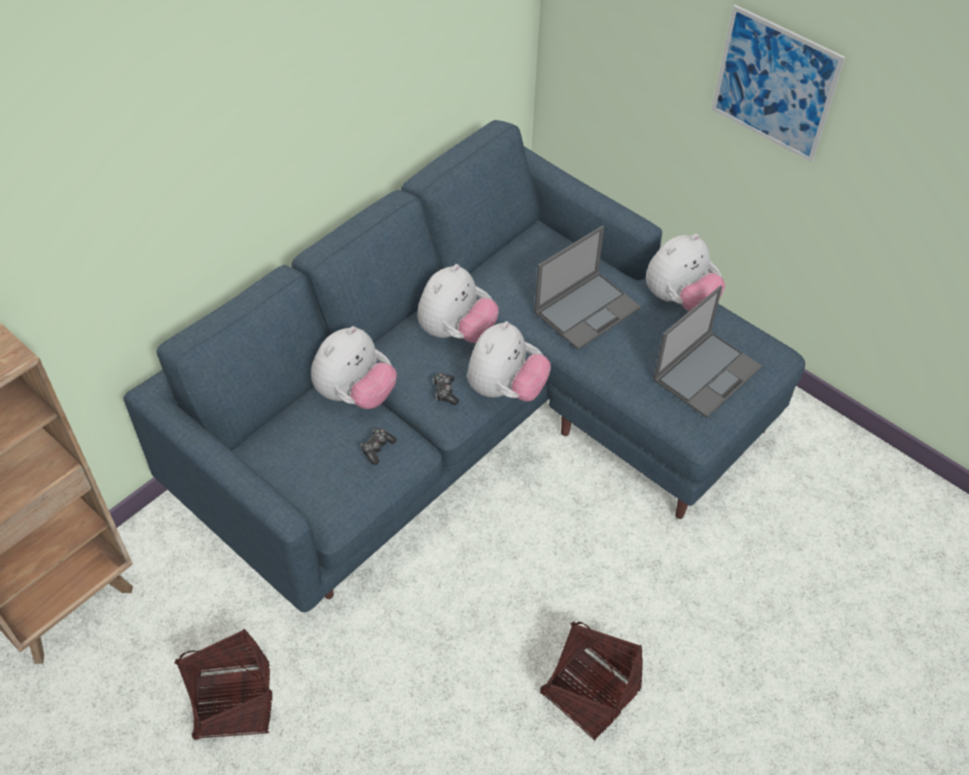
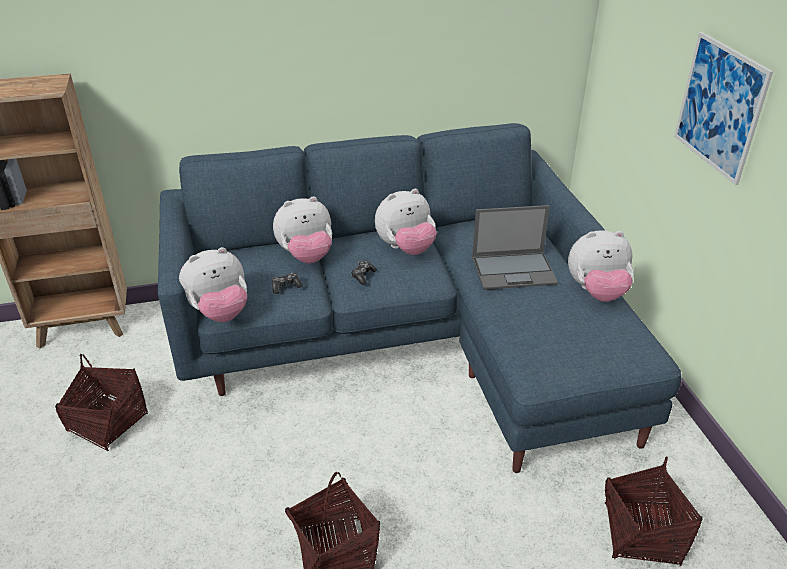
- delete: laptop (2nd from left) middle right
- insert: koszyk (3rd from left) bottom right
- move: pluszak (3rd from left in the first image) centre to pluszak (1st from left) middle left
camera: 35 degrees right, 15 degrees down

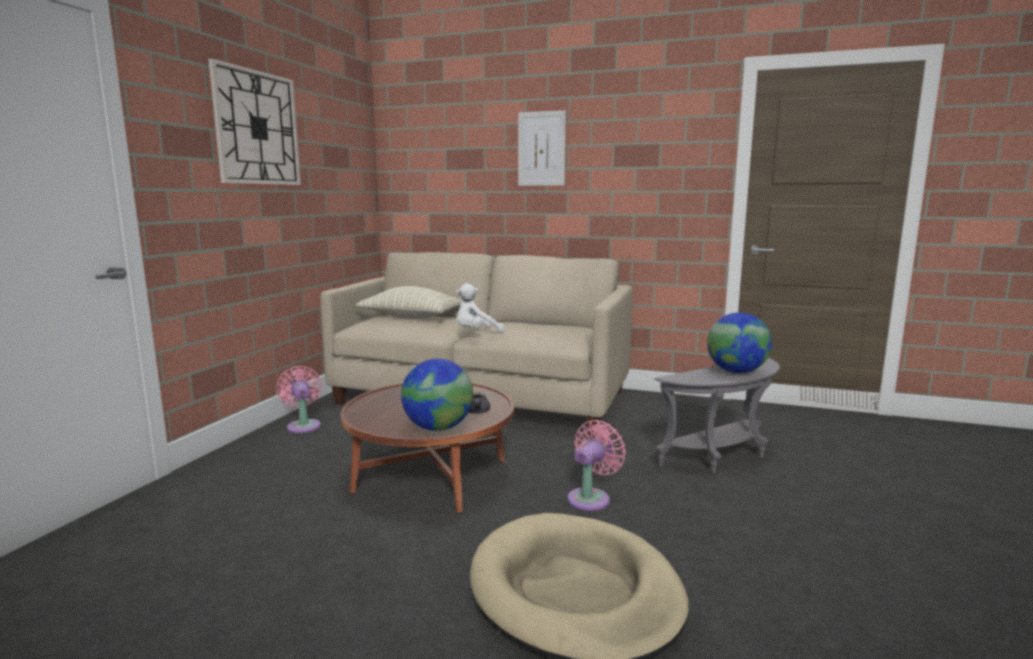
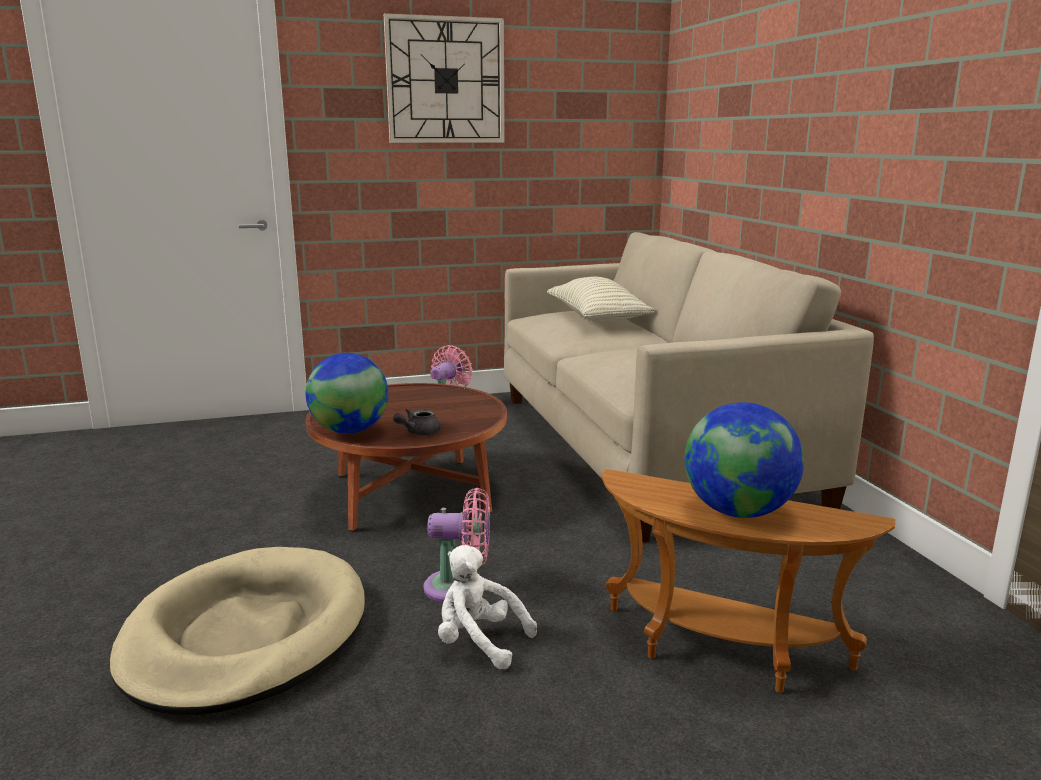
- delete: obraz top centre
- move: pluszak (biały) centre to bottom centre
- recolor: stolik (szary) middle right to stolik (brązowy) bottom right
camera: 55 degrees right, 5 degrees up

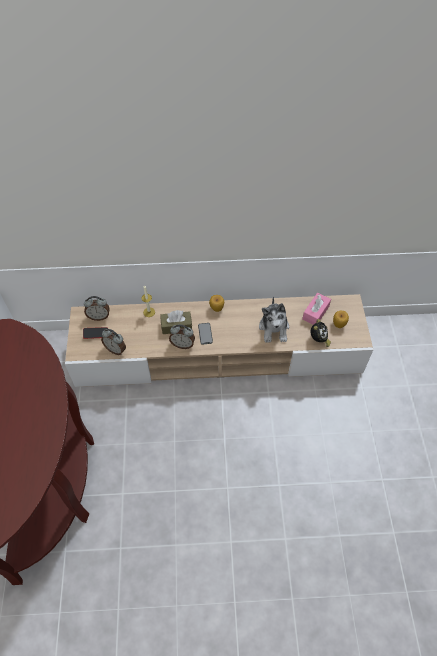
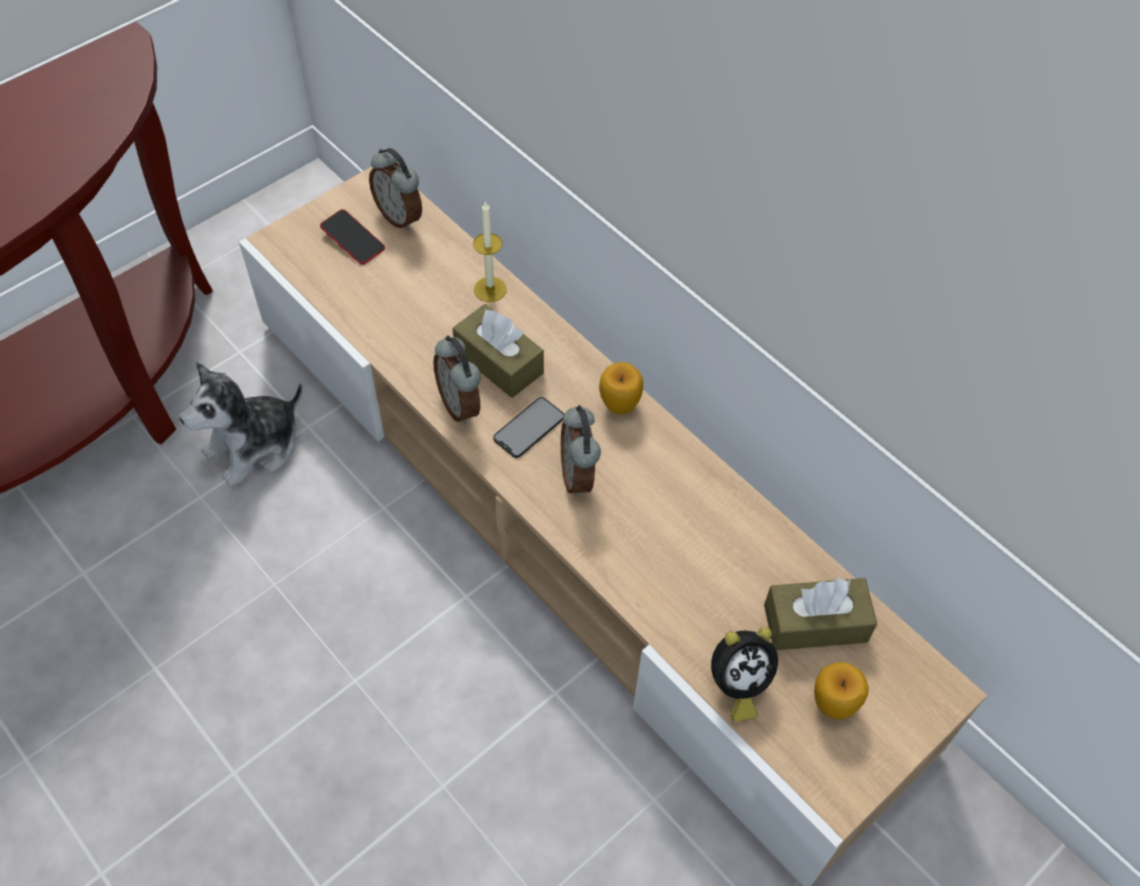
- move: budzik (2nd from left in the first image) middle left to budzik (3rd from left) centre
- move: pluszak centre to middle left
- recolor: pudełko chusteczek (różowy) middle right to pudełko chusteczek (brązowy) (2nd from left) bottom right
camera: 50 degrees right, 0 degrees up

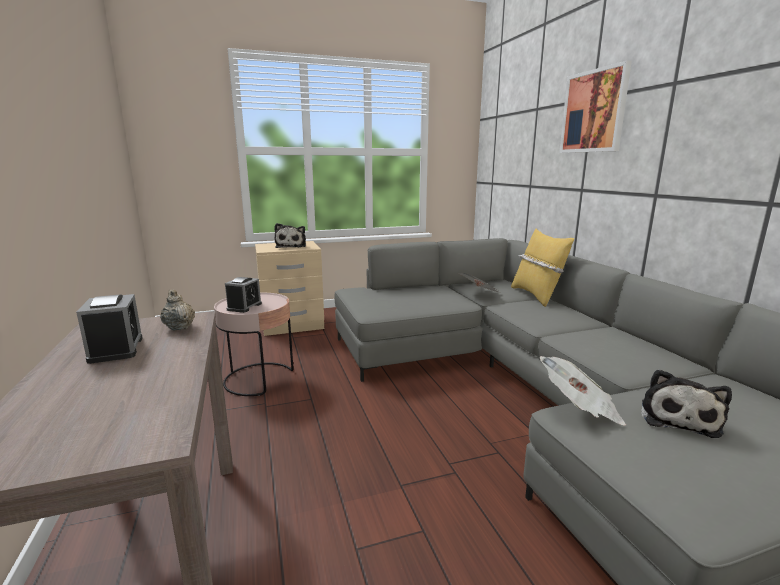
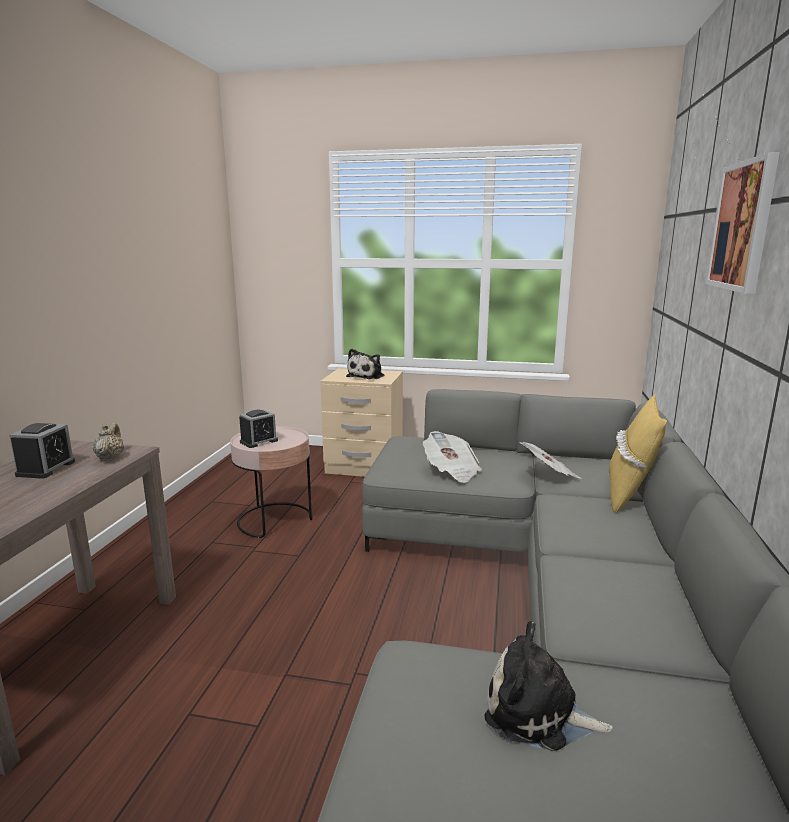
- move: gazeta (2nd from left in the first image) bottom right to gazeta (1st from left) centre
- rotate: pluszak (2nd from left) bottom right = bottom right 60 degrees clockwise
camera: 30 degrees right, 0 degrees up

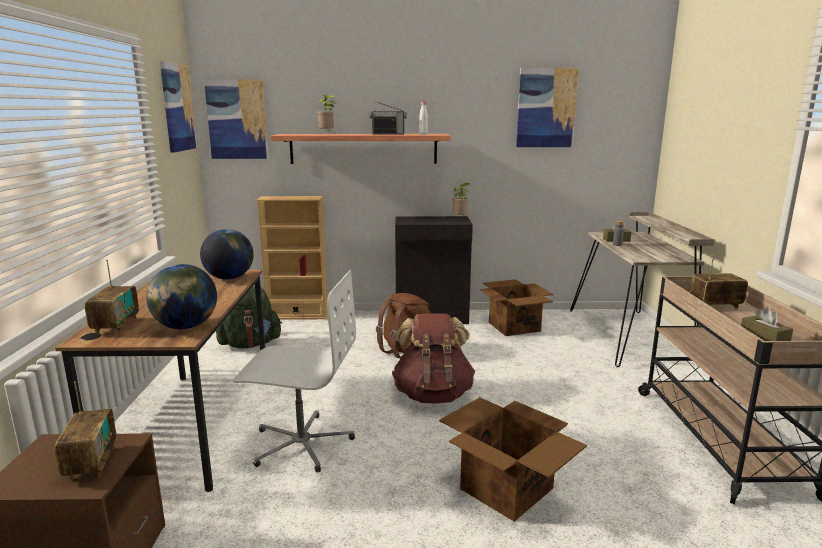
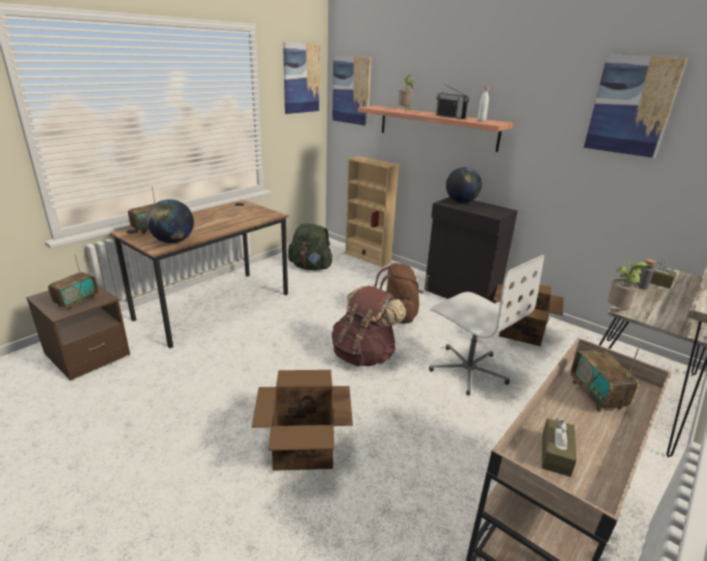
- move: globus (2nd from left) middle left to top centre
- move: krzesło biurowe (biały) bottom centre to middle right
- move: roślina doniczkowa (2nd from left) centre to middle right
- rotate: radio (4th from left) middle right = bottom right 135 degrees counterclockwise
camera: 40 degrees right, 10 degrees up

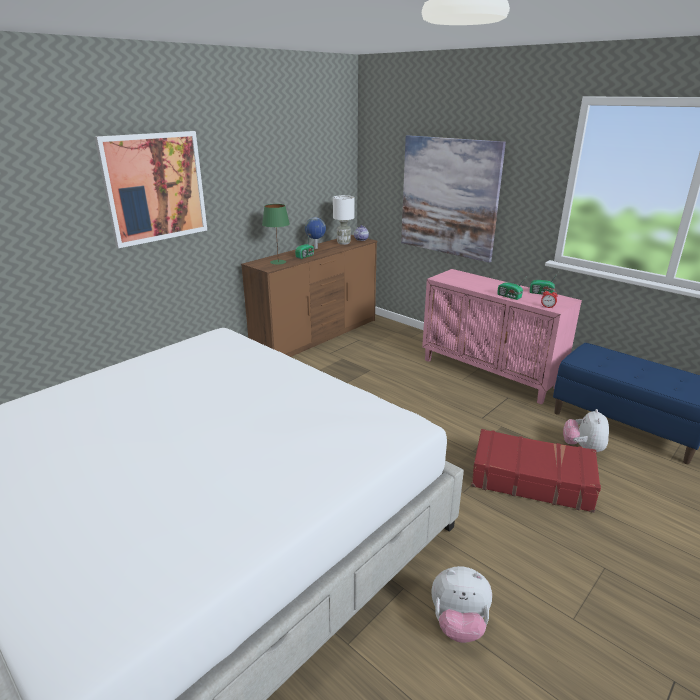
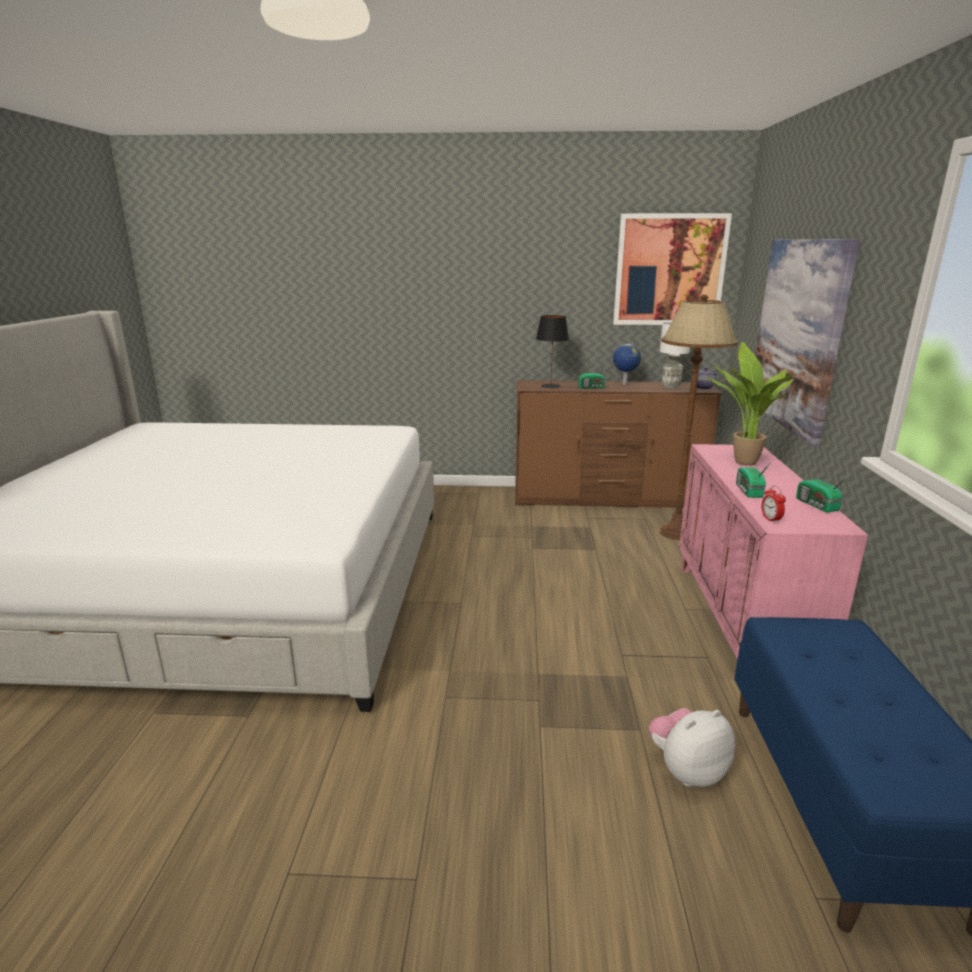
- delete: pluszak (1st from left) bottom centre
- delete: walizka (czerwony) bottom right
- insert: lampa stojąca (brązowy) middle right
- insert: roślina doniczkowa middle right
- move: obraz (1st from left) top left to top right
- recolor: lampa stołowa (zielony) centre to lampa stołowa (czarny) centre
camera: 50 degrees right, 5 degrees down

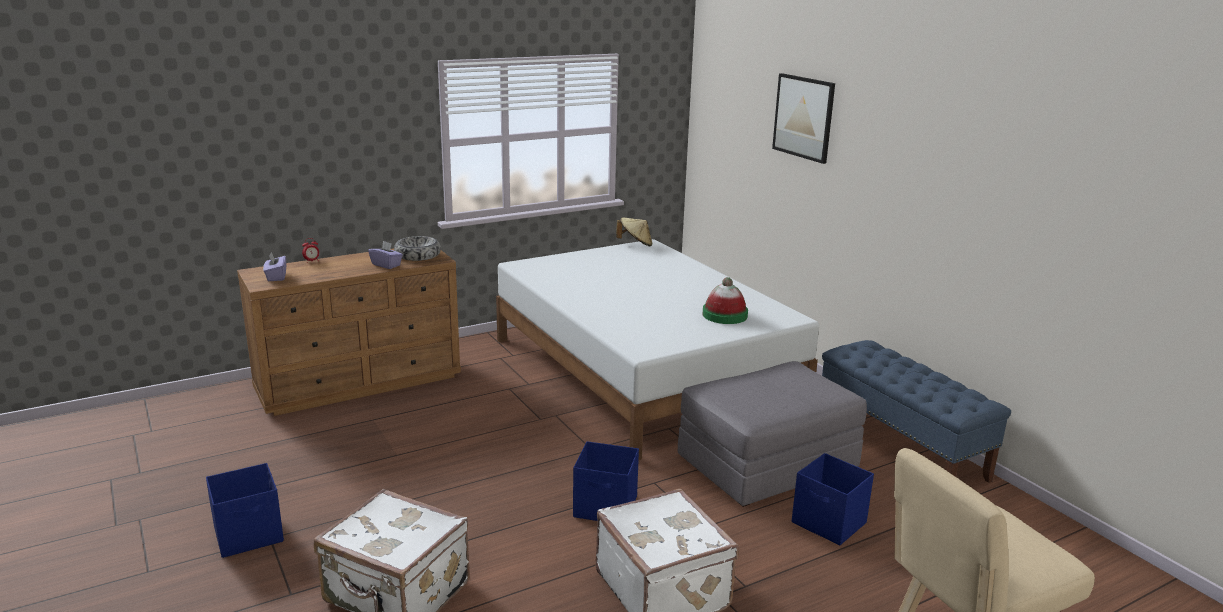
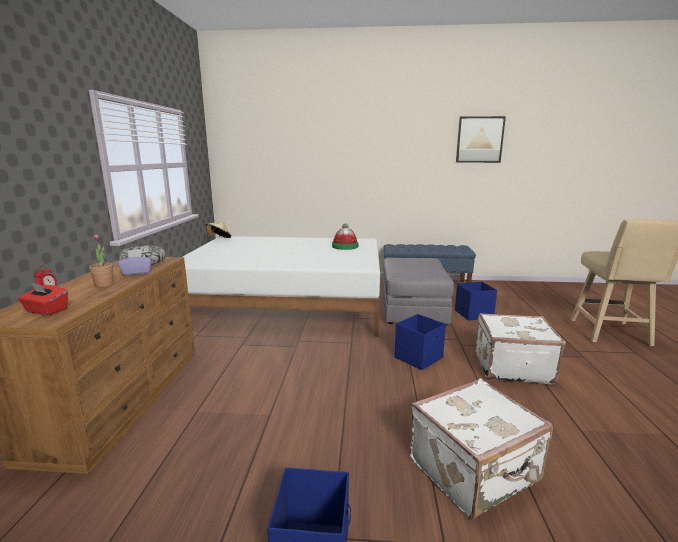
- insert: roślina doniczkowa middle left
- move: obraz top centre to top right
- recolor: pudełko chusteczek (fioletowy) (1st from left) middle left to pudełko chusteczek (czerwony) middle left
camera: 55 degrees left, 5 degrees down

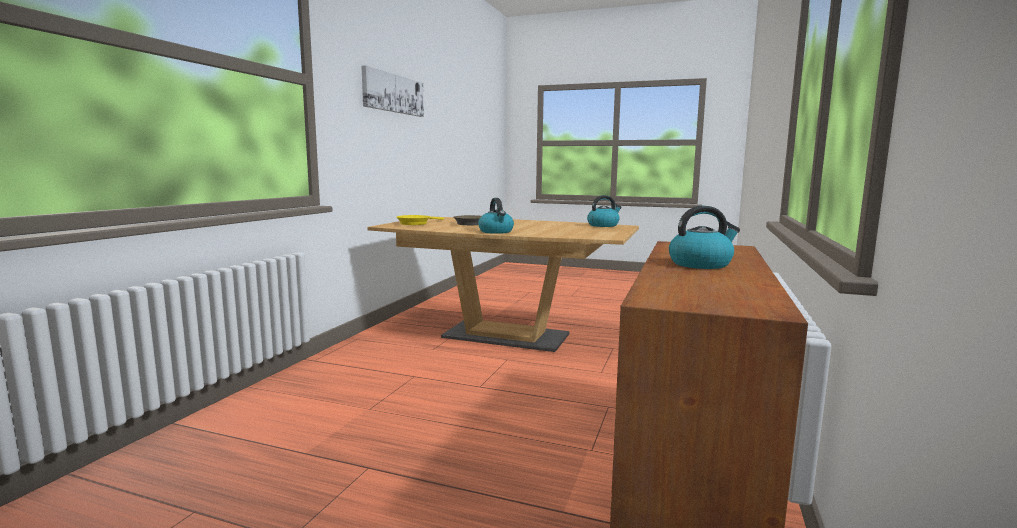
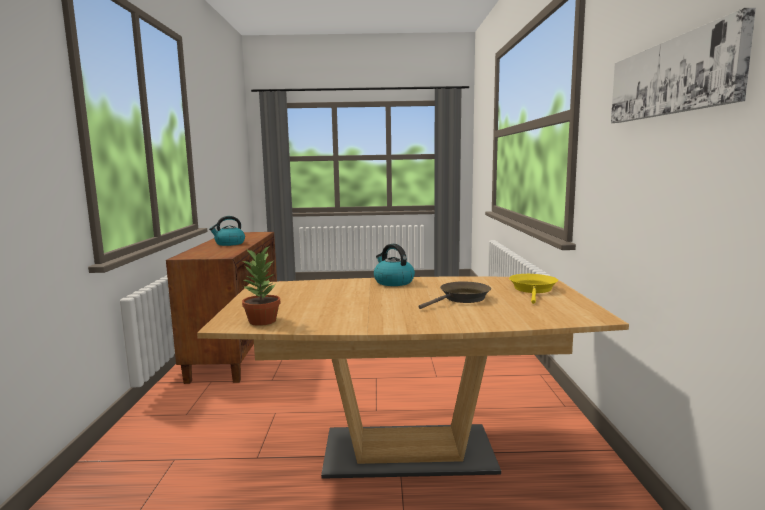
- replace: czajnik (2nd from left) centre to roślina doniczkowa centre
camera: 160 degrees right, 0 degrees up

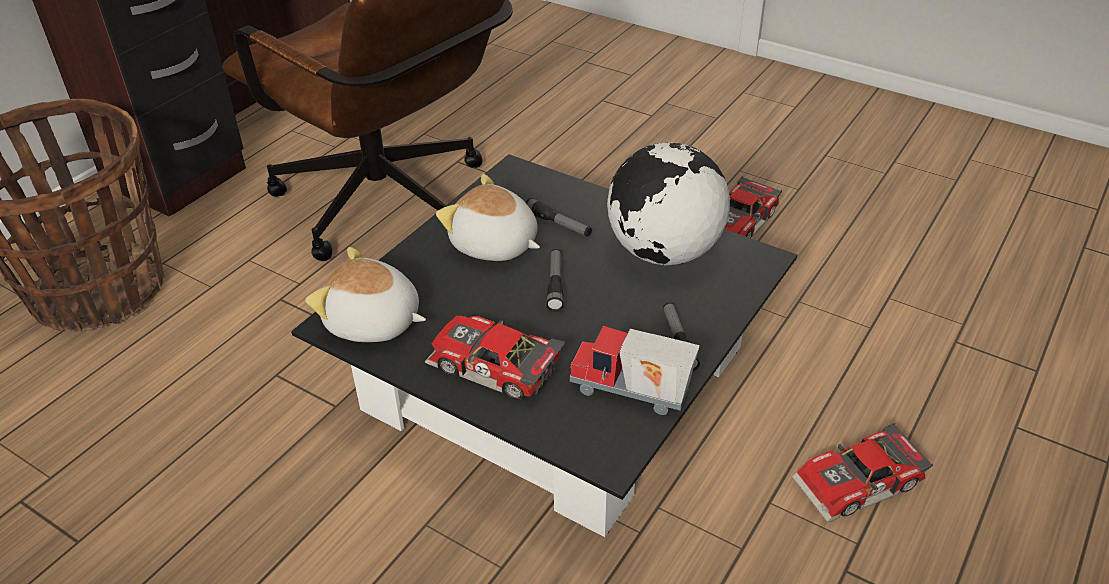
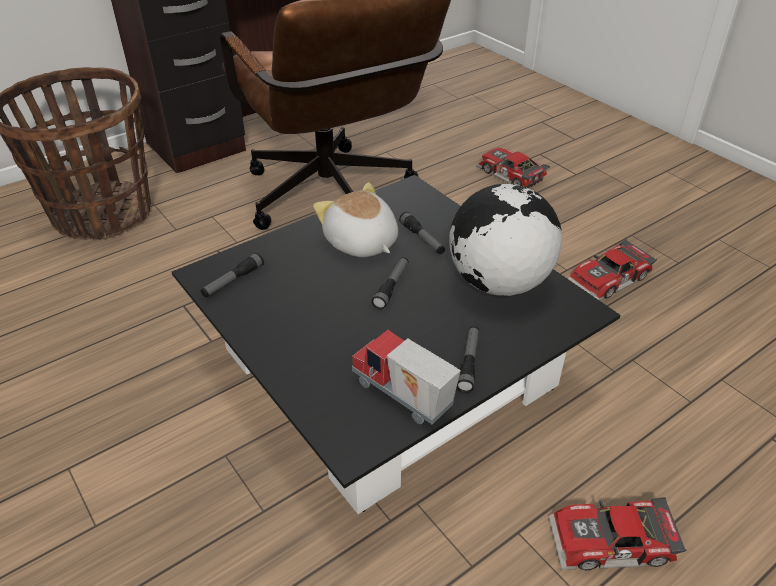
- move: samochodzik (1st from left) centre to top centre
- replace: pluszak (1st from left) middle left to latarka (1st from left) middle left
camera: 20 degrees right, 0 degrees up

